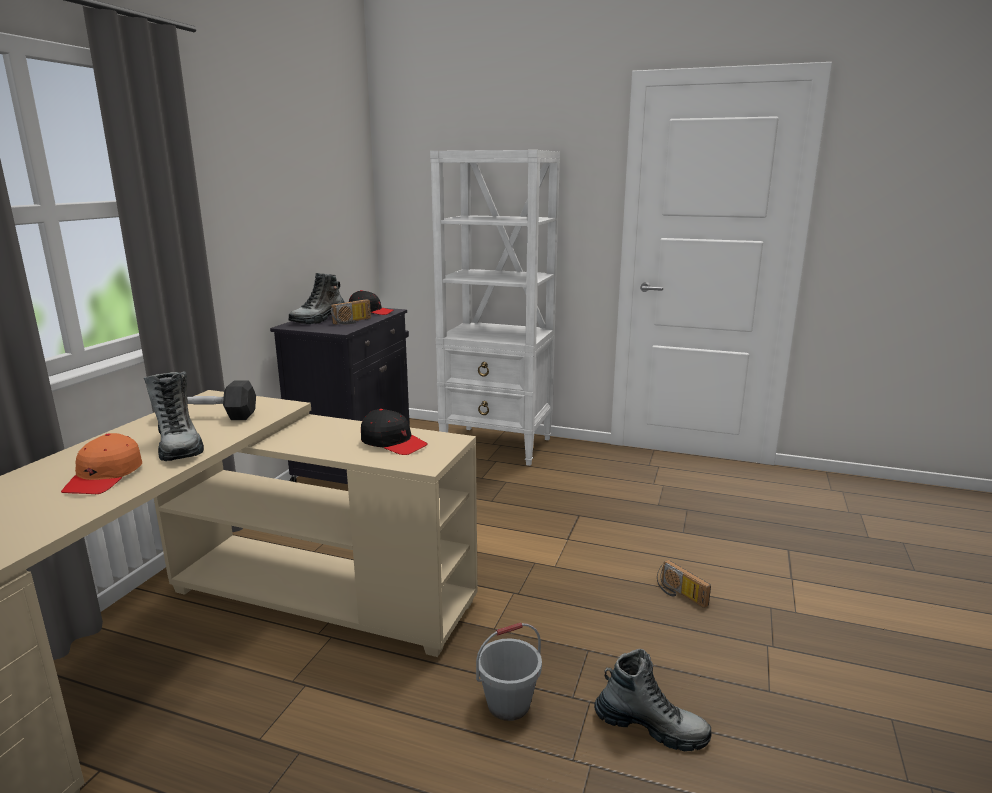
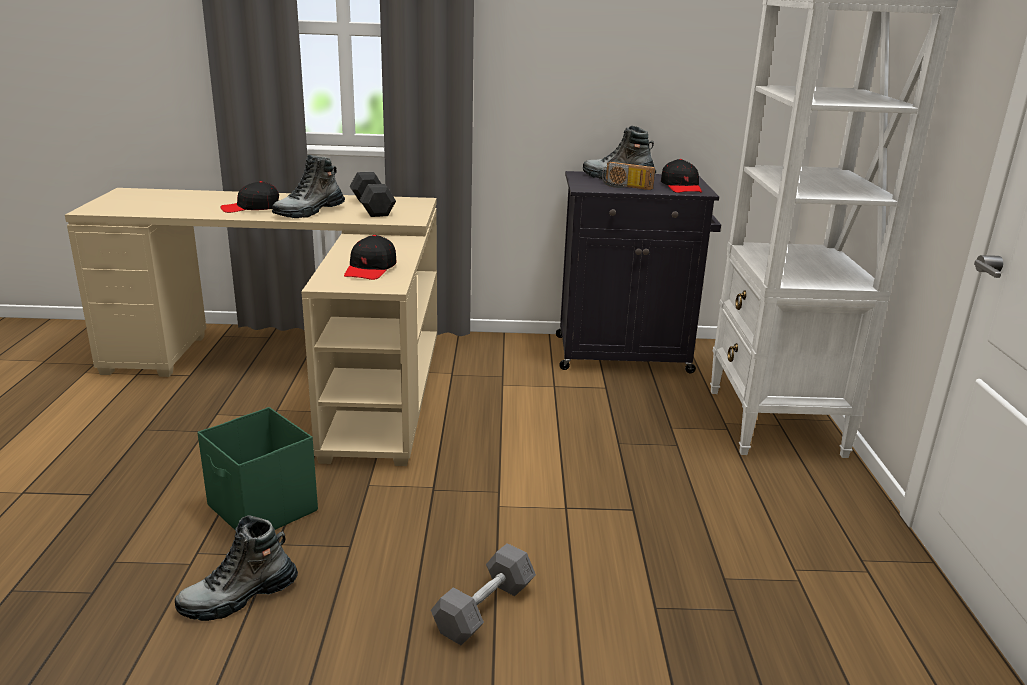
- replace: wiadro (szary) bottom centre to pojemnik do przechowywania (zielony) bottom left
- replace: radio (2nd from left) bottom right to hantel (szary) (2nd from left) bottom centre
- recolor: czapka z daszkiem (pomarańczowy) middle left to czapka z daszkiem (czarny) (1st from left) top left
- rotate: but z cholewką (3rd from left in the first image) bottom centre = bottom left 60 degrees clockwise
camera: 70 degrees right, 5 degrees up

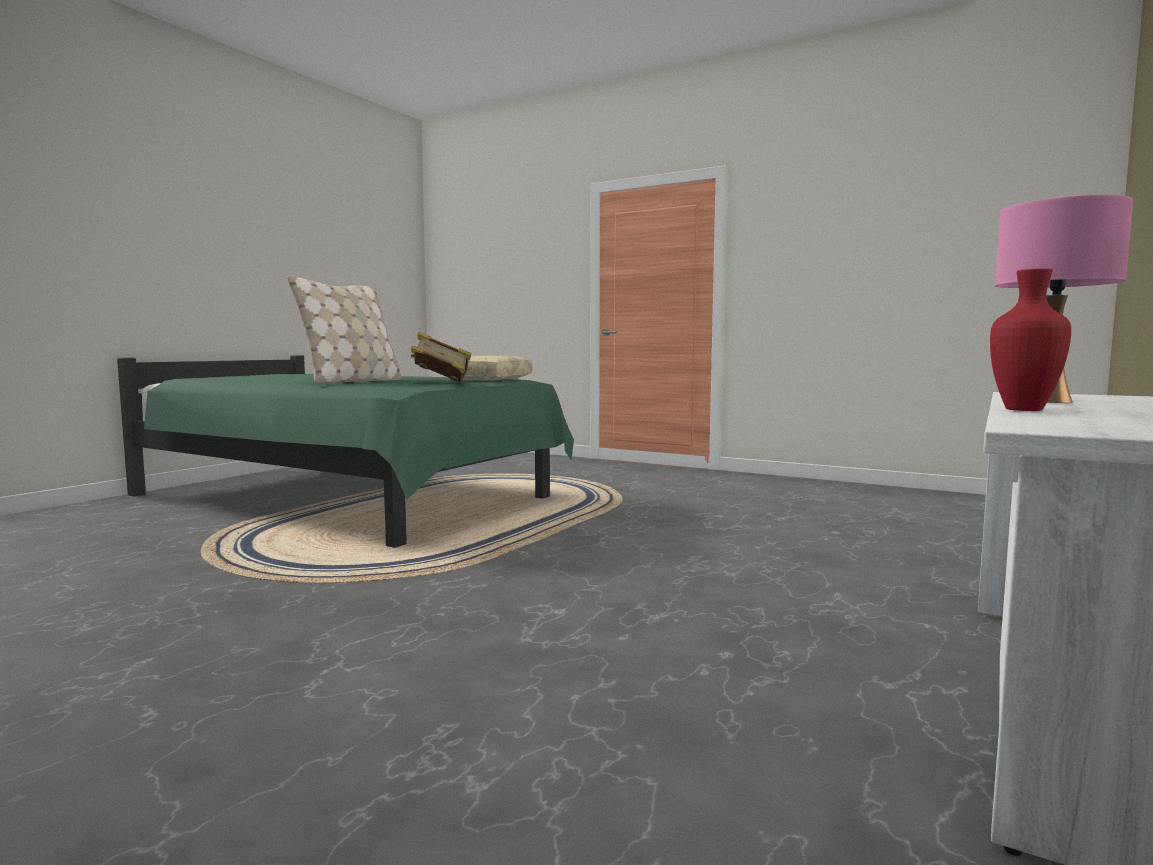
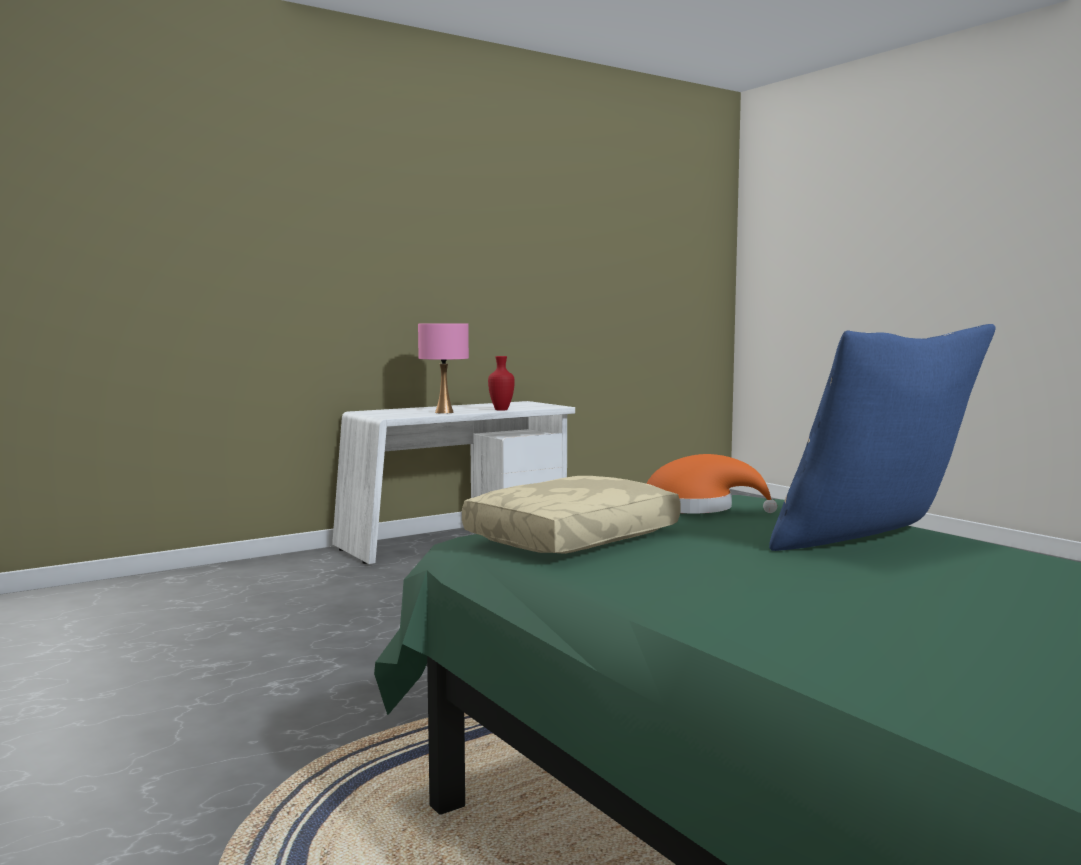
- replace: książka centre to kapelusz (pomarańczowy) centre
- recolor: poduszka (beżowy) (1st from left) middle left to poduszka (niebieski) middle right
camera: 155 degrees left, 0 degrees up

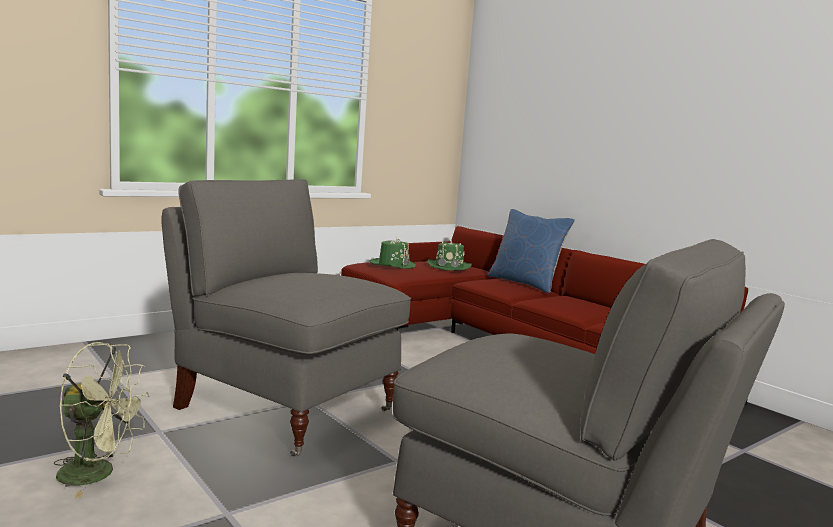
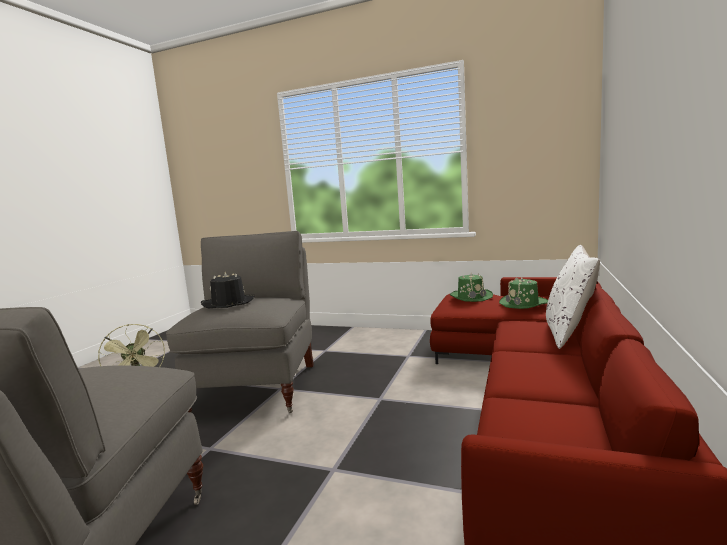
- insert: kapelusz (czarny) middle left
- recolor: poduszka (niebieski) centre to poduszka (biały) middle right
camera: 60 degrees right, 0 degrees up

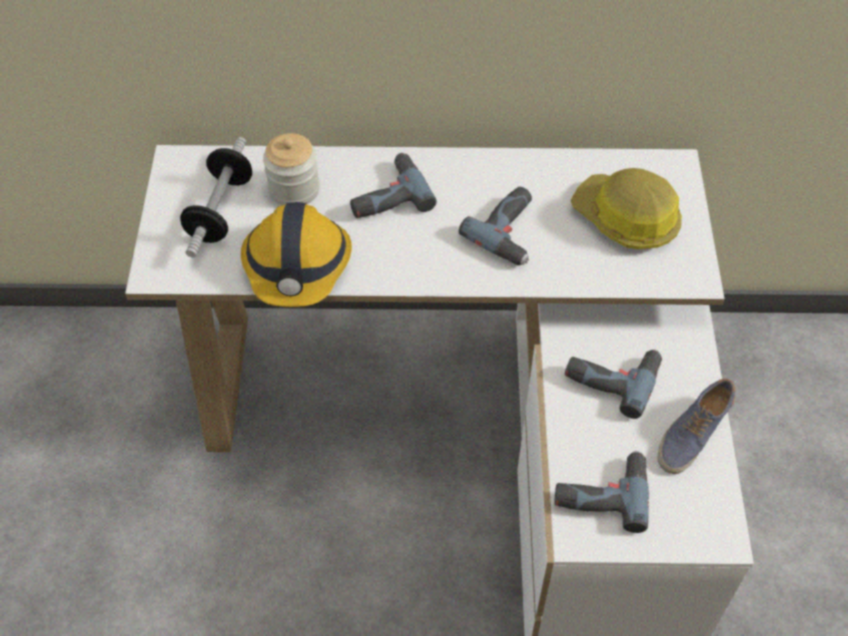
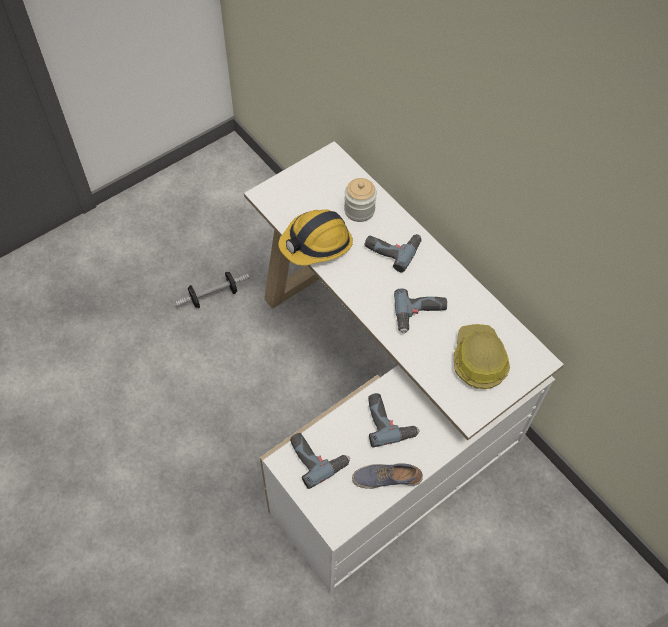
- move: hantel top left to middle left
camera: 50 degrees right, 5 degrees up

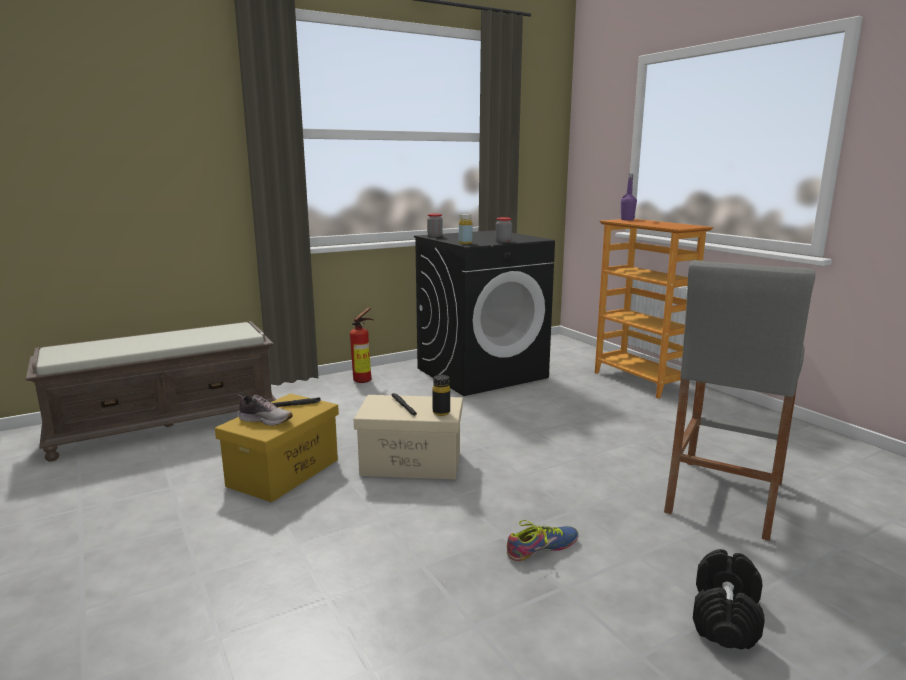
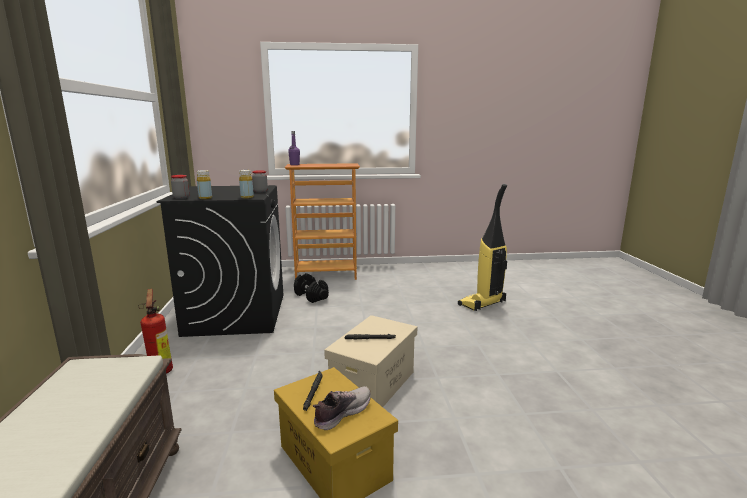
- delete: butelka (czarny) centre
- delete: but (2nd from left) bottom centre
- insert: butelka (żółty) (1st from left) middle left
- move: hantel (czarny) bottom right to centre
- replace: stołek (szary) middle right to odkurzacz centre
camera: 65 degrees left, 0 degrees up

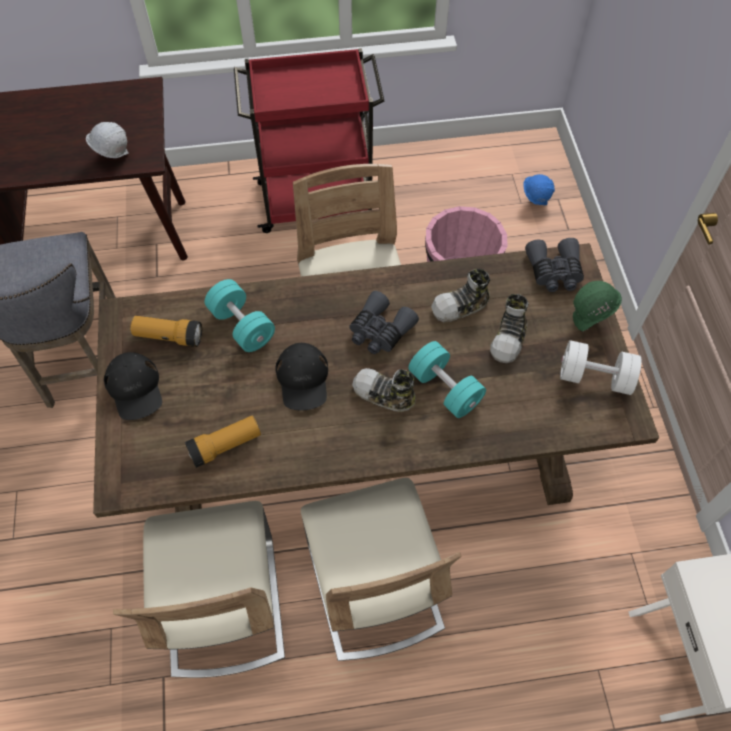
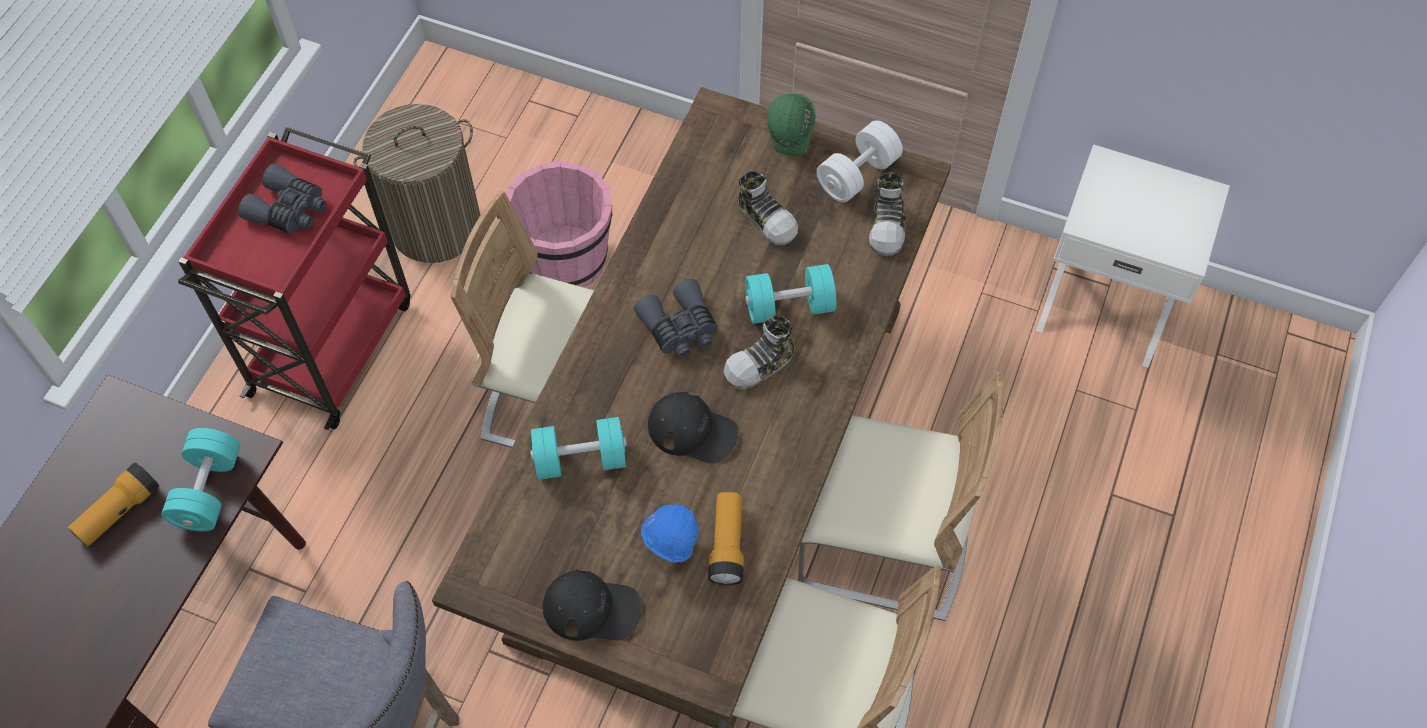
- insert: kosz na pranie top left
- move: latarka (1st from left) middle left to bottom left
- move: but (2nd from left in the first image) centre to but (3rd from left) top centre
- move: kask (niebieski) top right to bottom centre
- move: lornetka (szary) (2nd from left in the first image) middle right to lornetka (szary) (1st from left) top left
- replace: kask (biały) top left to hantel (turkusowy) (1st from left) middle left
camera: 60 degrees left, 0 degrees up

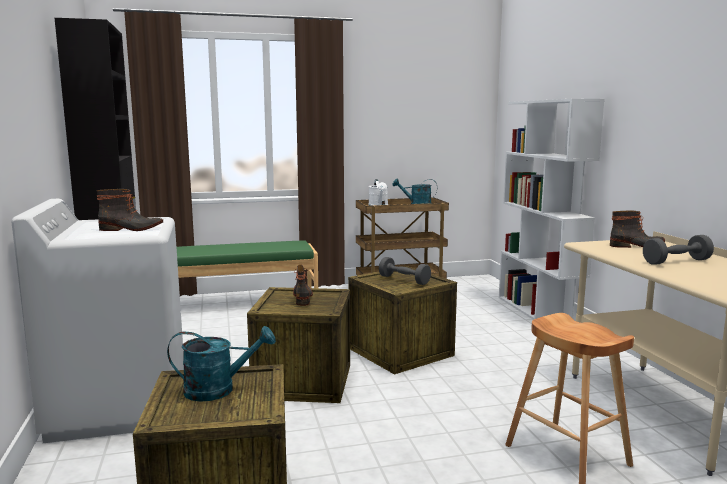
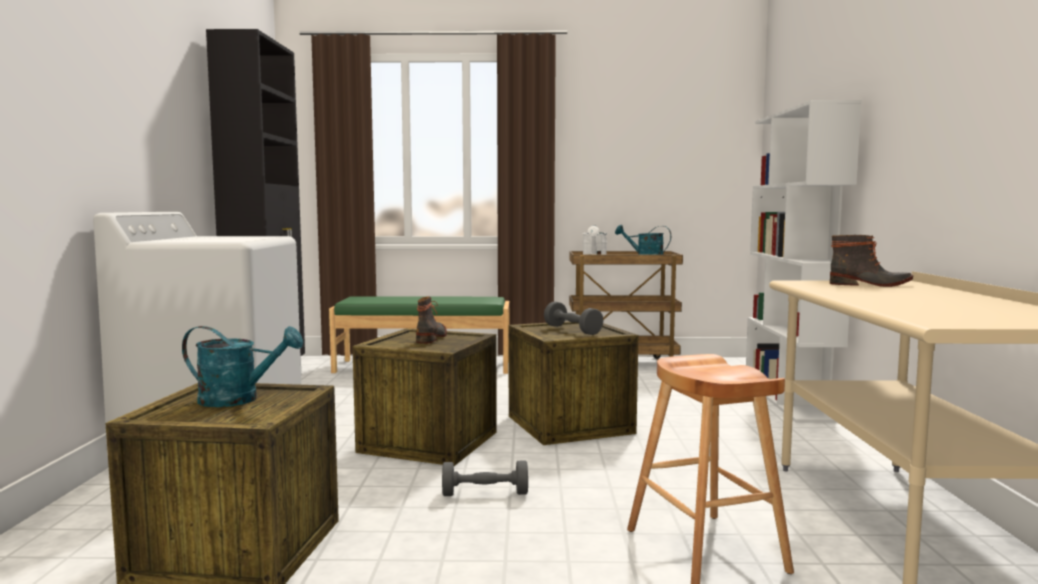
- delete: but z cholewką (1st from left) middle left
- move: hantel (szary) (2nd from left in the first image) middle right to hantel (szary) (1st from left) bottom centre
camera: 15 degrees right, 5 degrees down

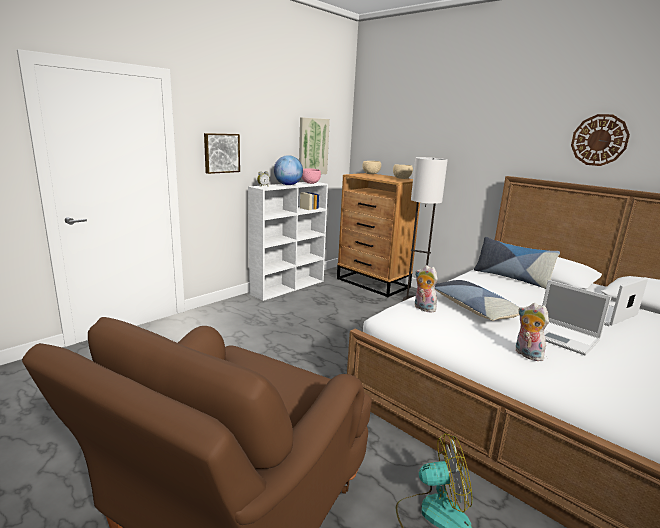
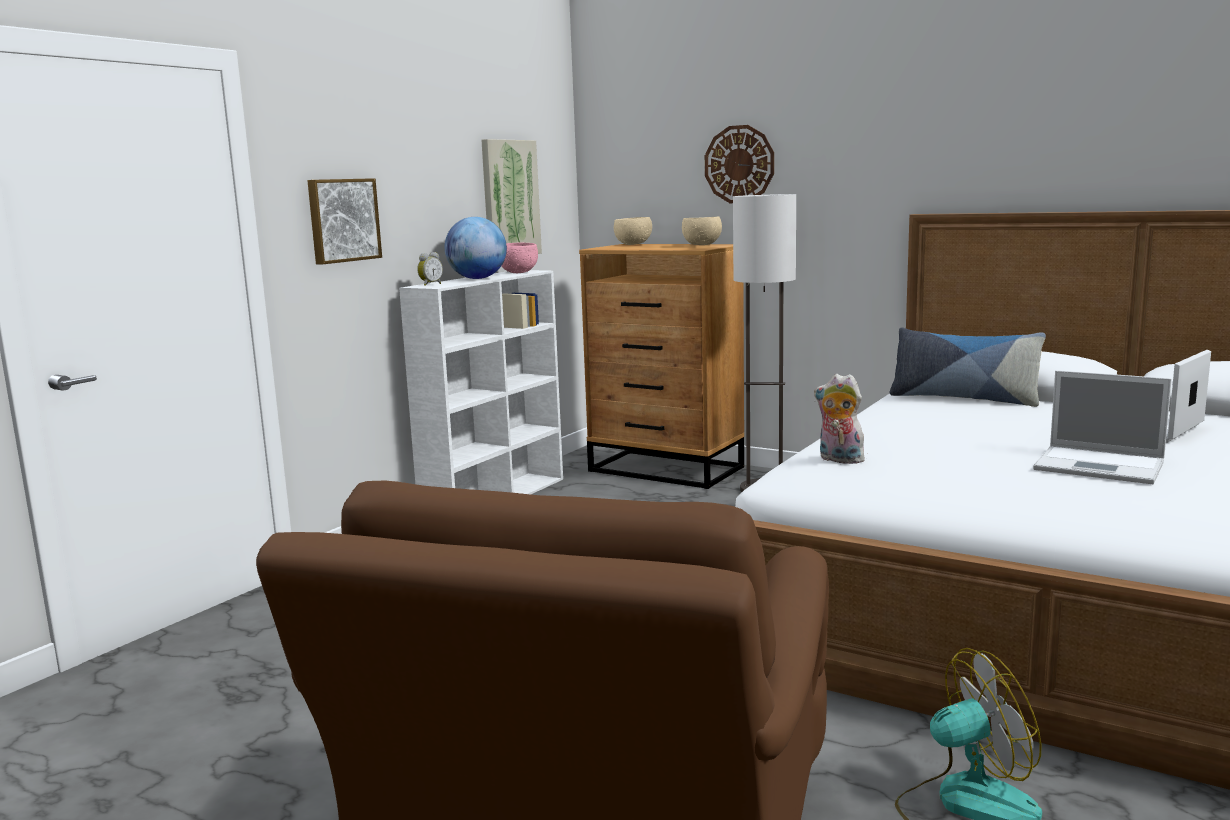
- delete: poduszka (1st from left) middle right
- delete: pluszak (2nd from left) middle right
- move: zegar ścienny top right to top centre
camera: 10 degrees left, 5 degrees down

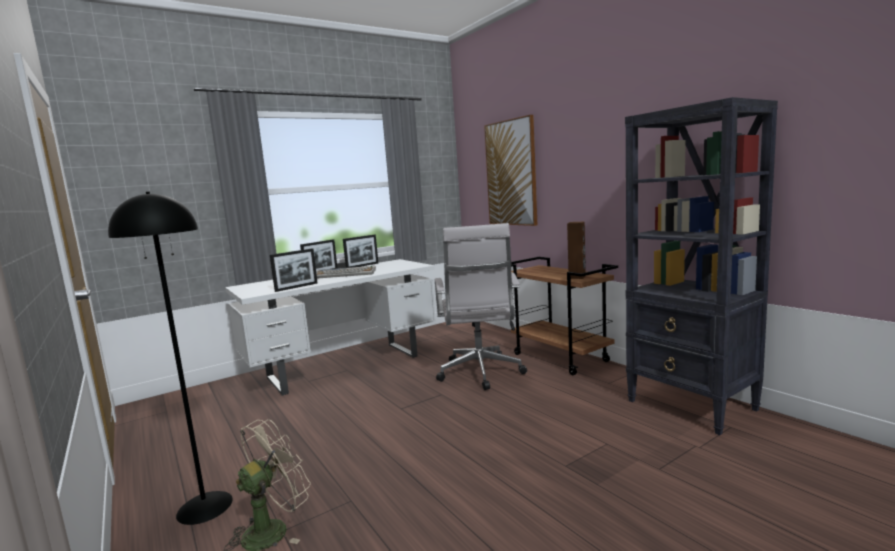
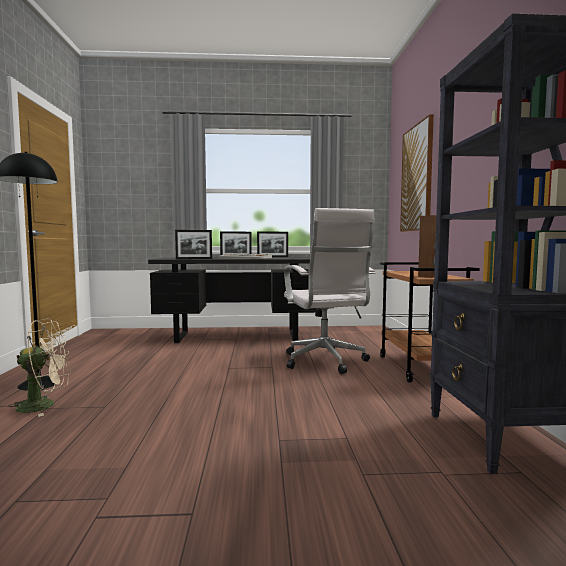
- recolor: biurko (biały) centre to biurko (czarny) centre
- rotate: krzesło biurowe (biały) centre = centre 45 degrees counterclockwise
camera: 30 degrees right, 5 degrees down

